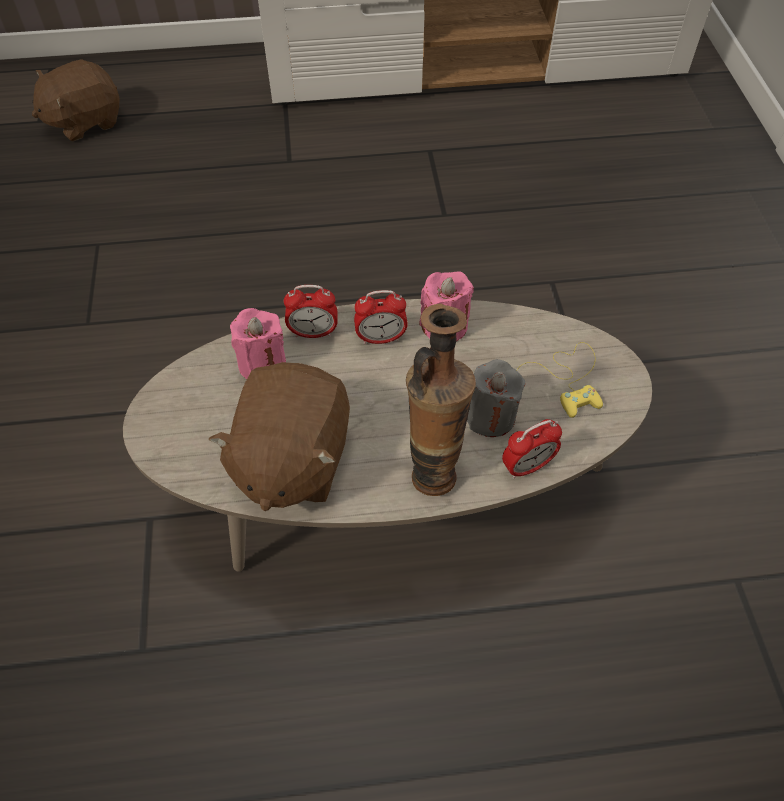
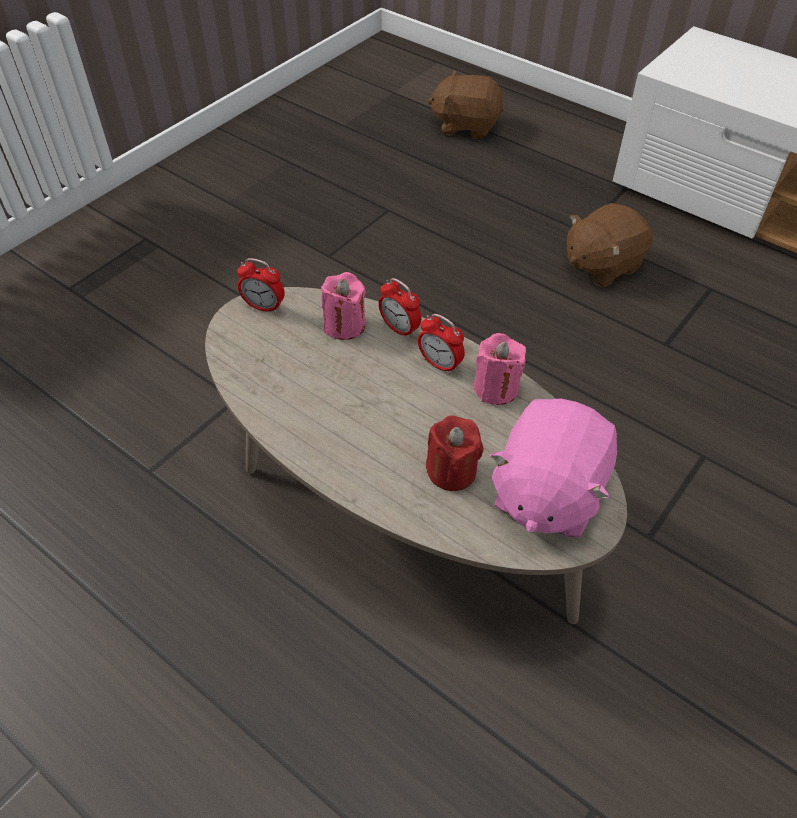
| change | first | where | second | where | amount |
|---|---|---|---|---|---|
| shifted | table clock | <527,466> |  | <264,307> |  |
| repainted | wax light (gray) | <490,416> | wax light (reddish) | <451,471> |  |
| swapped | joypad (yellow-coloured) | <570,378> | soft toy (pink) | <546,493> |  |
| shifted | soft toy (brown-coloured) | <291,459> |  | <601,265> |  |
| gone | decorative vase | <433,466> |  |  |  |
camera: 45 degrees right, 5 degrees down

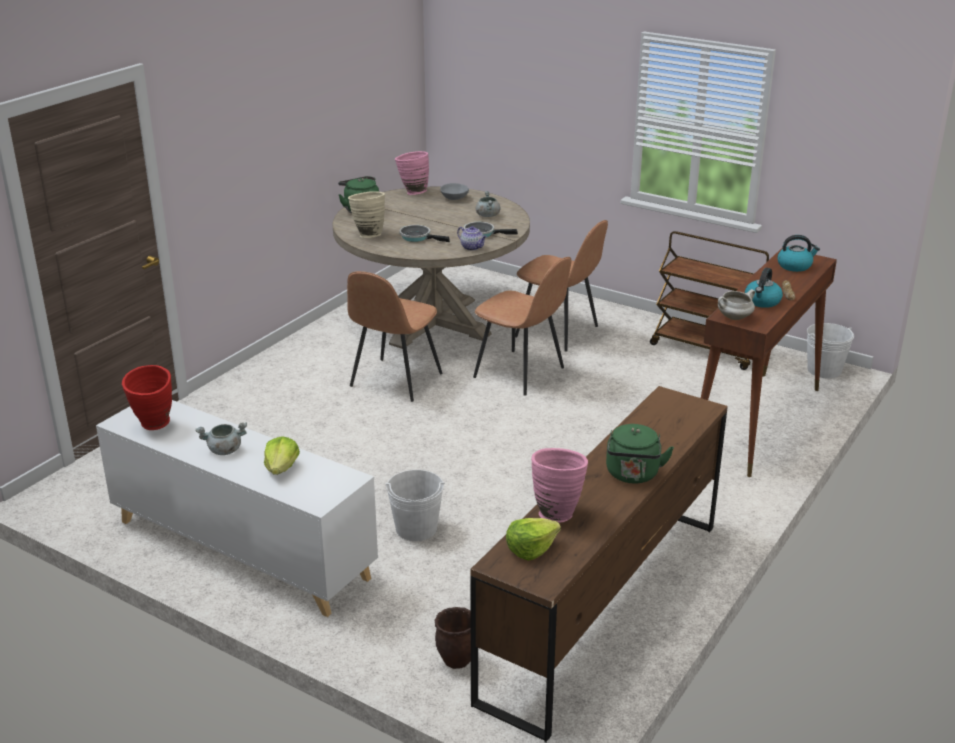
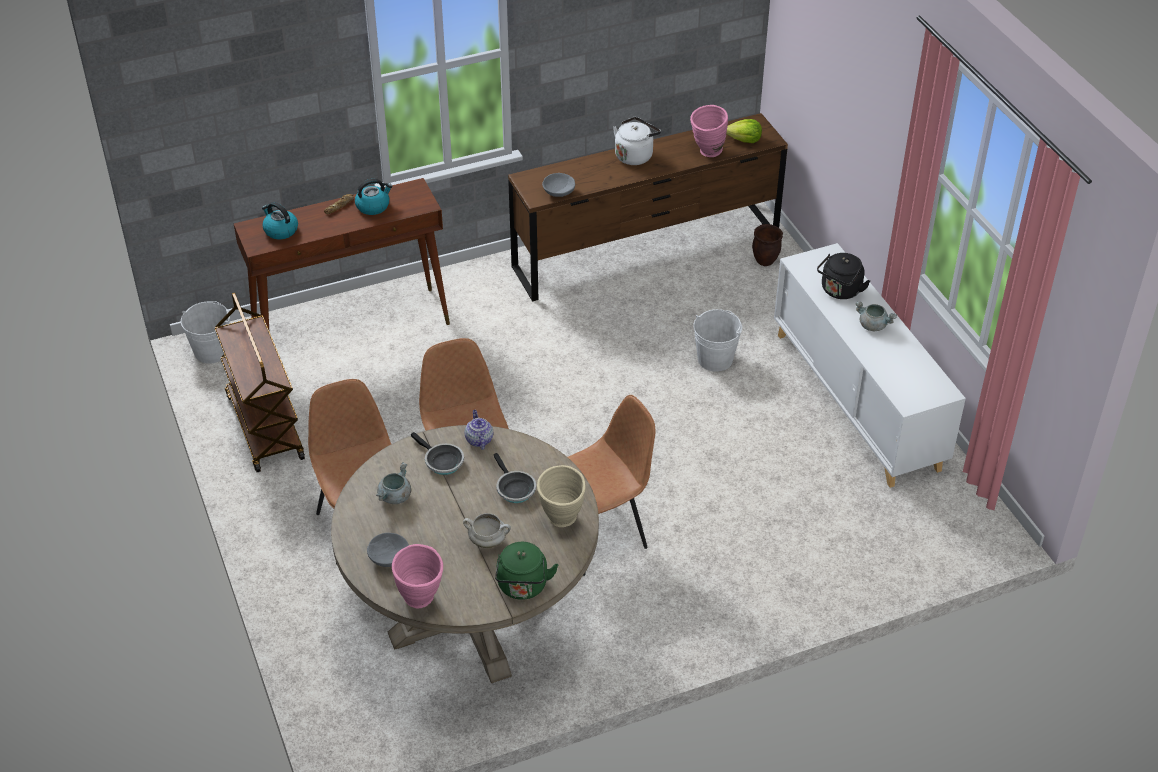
| change | first | where | second | where | amount |
|---|---|---|---|---|---|
| shifted | stockpot (white-coloured) | <734,318> |  | <488,541> |  |
| new |  |  | serving bowl (gray) | <559,192> |  |
| repainted | kettle (greenish) | <633,475> | kettle (white-coloured) | <635,155> |  |
| swapped | head of lettuce | <281,468> | kettle (blackish) | <840,291> |  |
| gone | decorative vase (reddish) | <154,426> |  |  |  |
camera: 145 degrees left, 15 degrees up

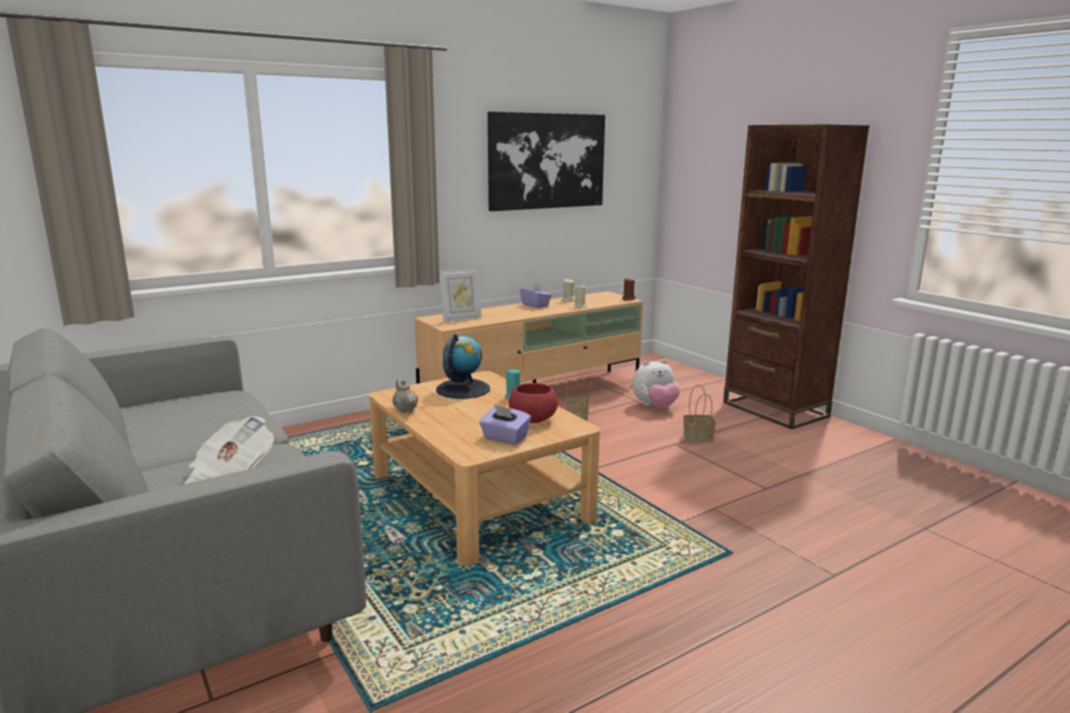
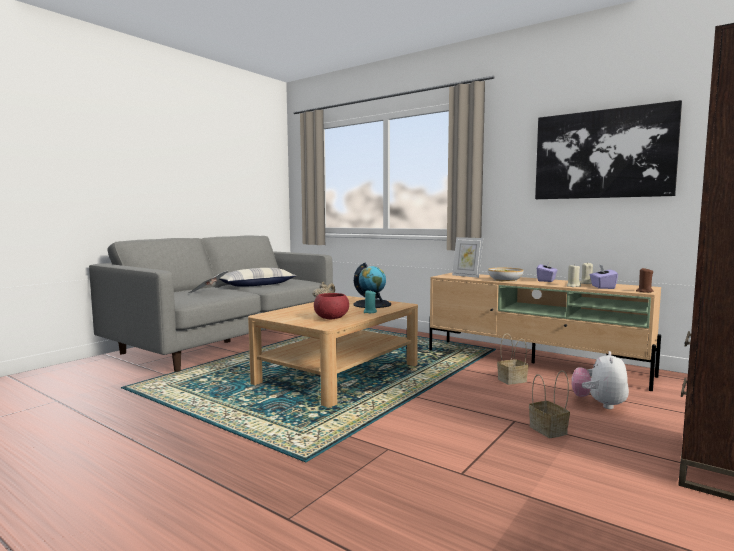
| change | first | where | second | where | amount |
|---|---|---|---|---|---|
| new |  |  | pillow | <257,285> |  |
| new |  |  | serving bowl | <505,280> |  |
| rotated | soft toy | <655,406> |  | <599,404> | 60 degrees clockwise |
| shifted | tissue holder (purplish) | <504,438> |  | <602,287> |  |
camera: 70 degrees right, 10 degrees down

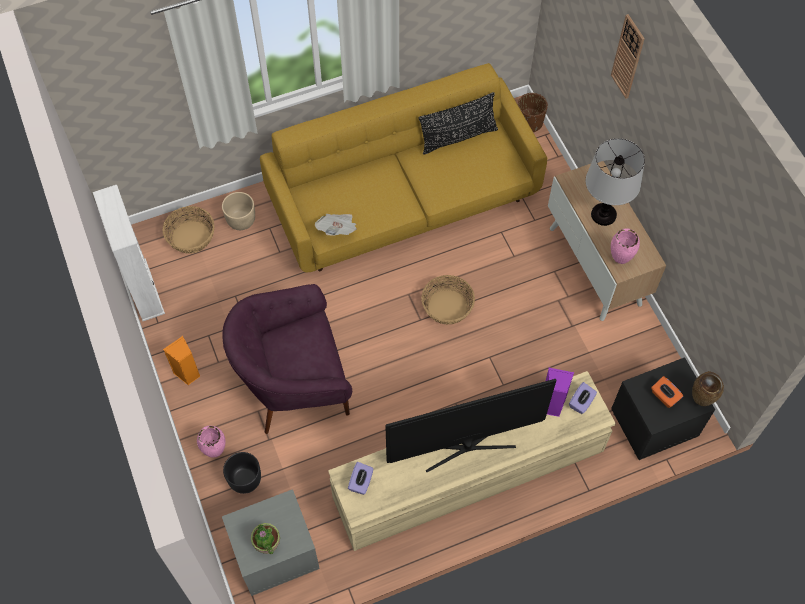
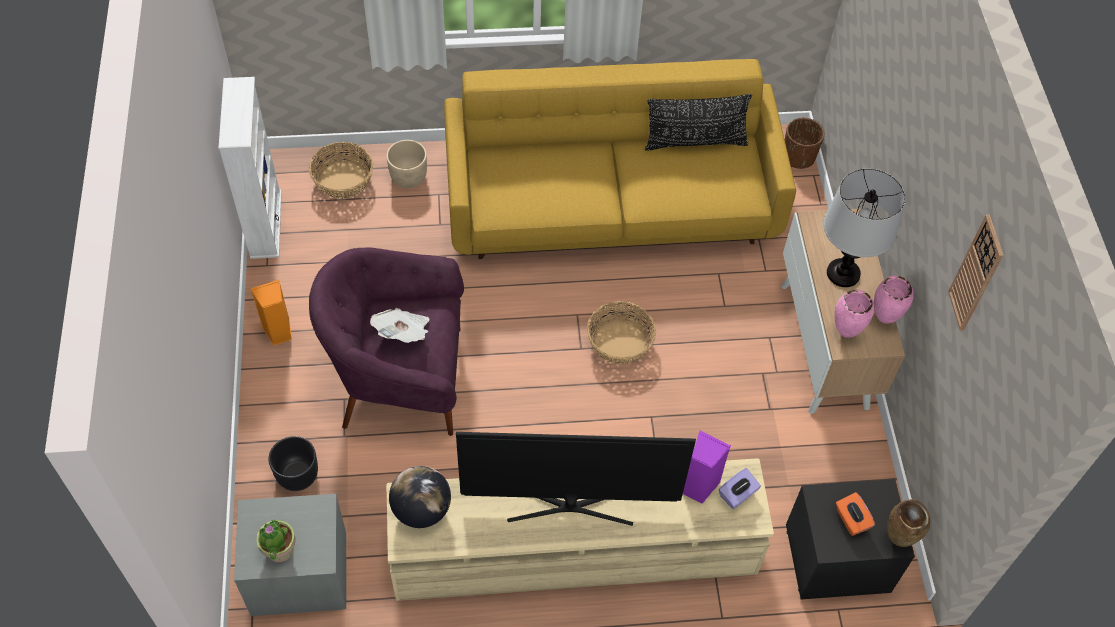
| change | first | where | second | where | amount |
|---|---|---|---|---|---|
| shifted | newspaper | <337,230> |  | <403,333> |  |
| swapped | tissue holder (purplish) | <361,482> | globe | <421,509> |  |
| shifted | decorative vase (pink) | <215,452> |  | <883,319> |  |
| shifted | wall clock | <628,57> |  | <976,274> |  |
camera: 15 degrees right, 5 degrees down

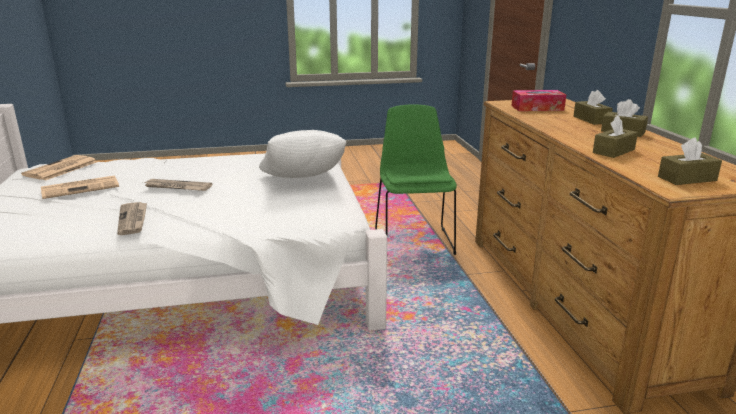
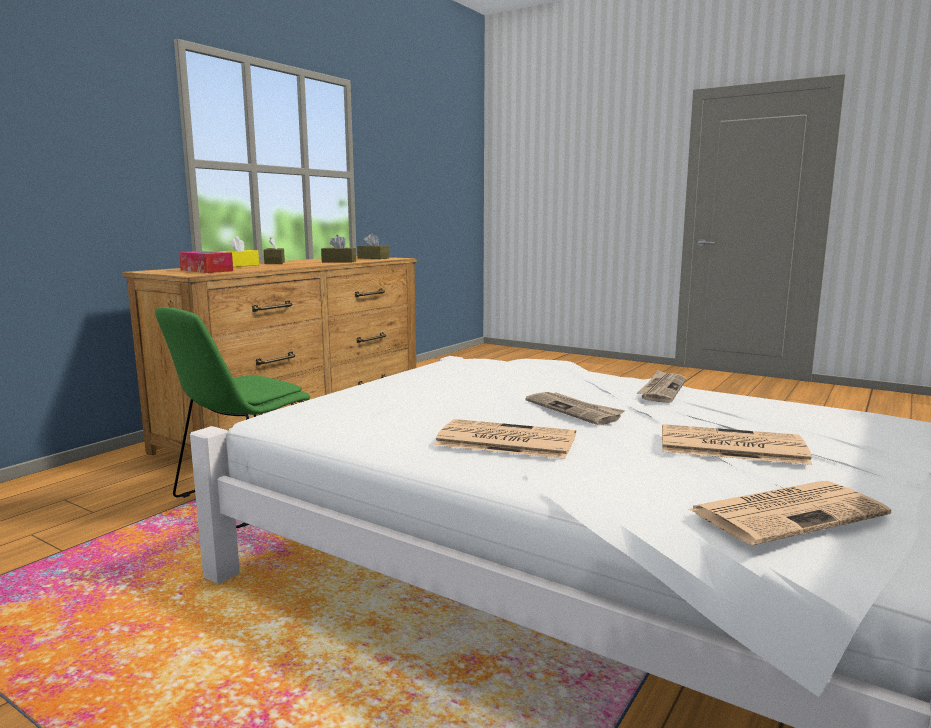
| change | first | where | second | where | amount |
|---|---|---|---|---|---|
| repainted | tissue holder (brown-coloured) | <591,120> | tissue holder (yellow-coloured) | <240,265> |  |
| new |  |  | newspaper | <503,440> |  |
| gone | pillow (white-coloured) | <303,181> |  |  |  |
camera: 135 degrees left, 10 degrees down

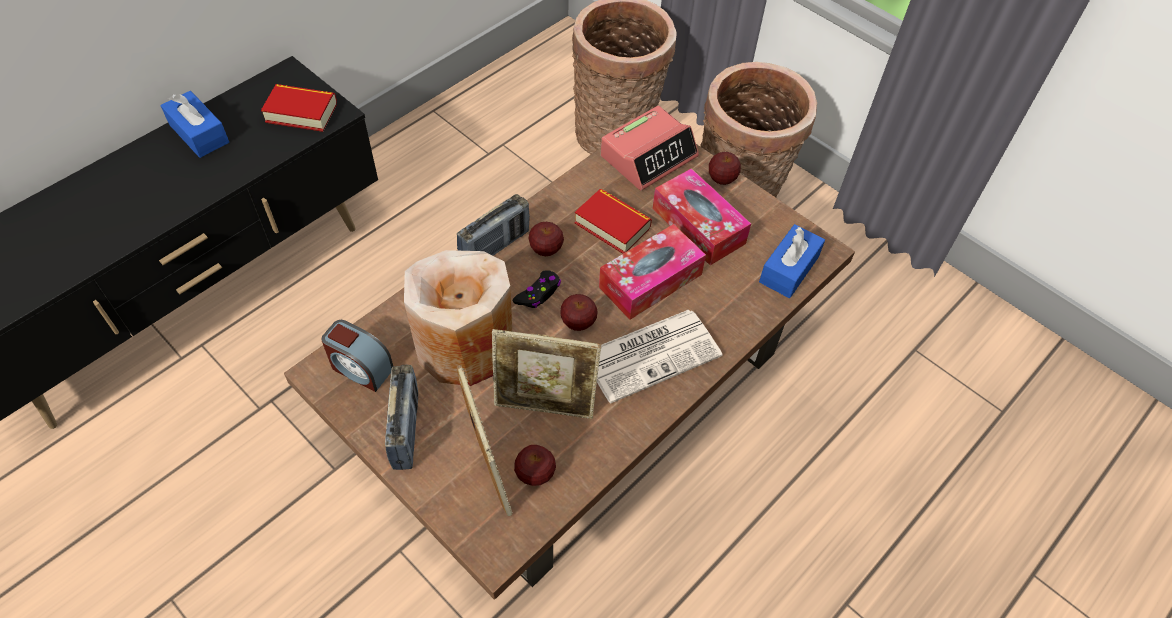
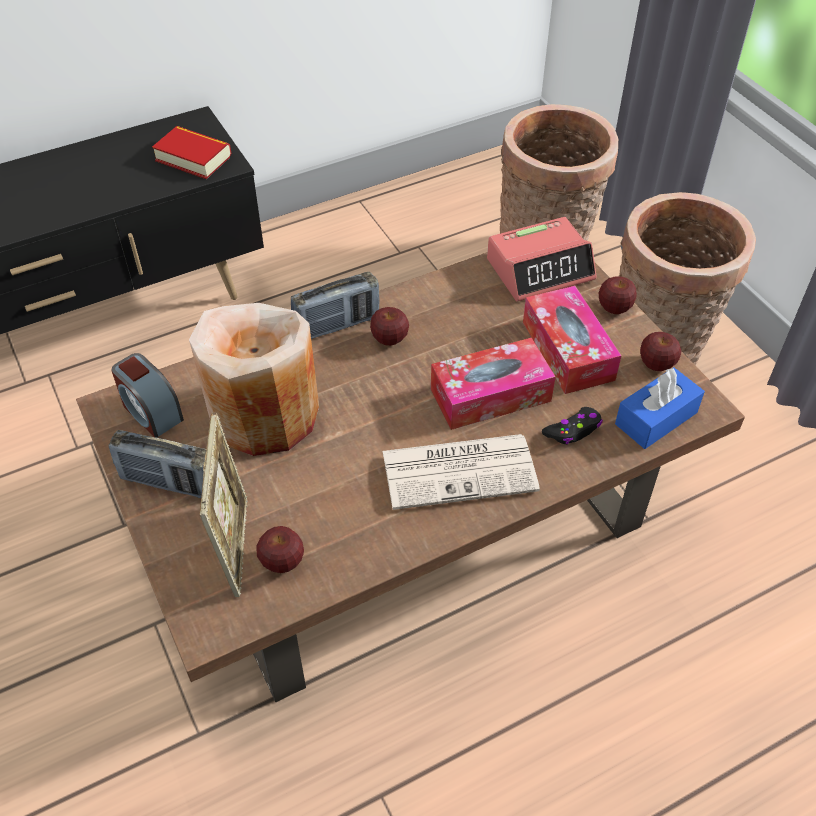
| change | first | where | second | where | amount |
|---|---|---|---|---|---|
| rotated | radio | <406,430> |  | <169,483> | 90 degrees clockwise |
| shifted | joypad (blackish) | <538,293> |  | <573,430> |  |
| shifted | apple fruit | <578,322> |  | <656,364> |  |
| gone | tissue holder (blue-coloured) | <199,134> |  |  |  |
| gone | standing frame | <545,407> |  |  |  |
| gone | bound book | <612,225> |  |  |  |
camera: 20 degrees right, 5 degrees down

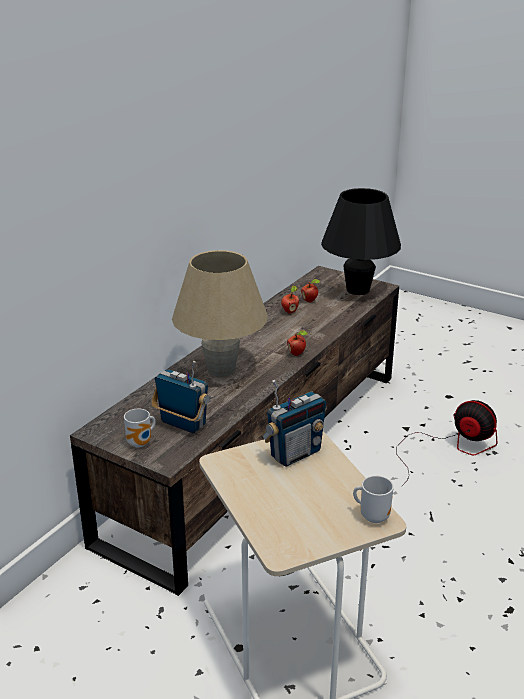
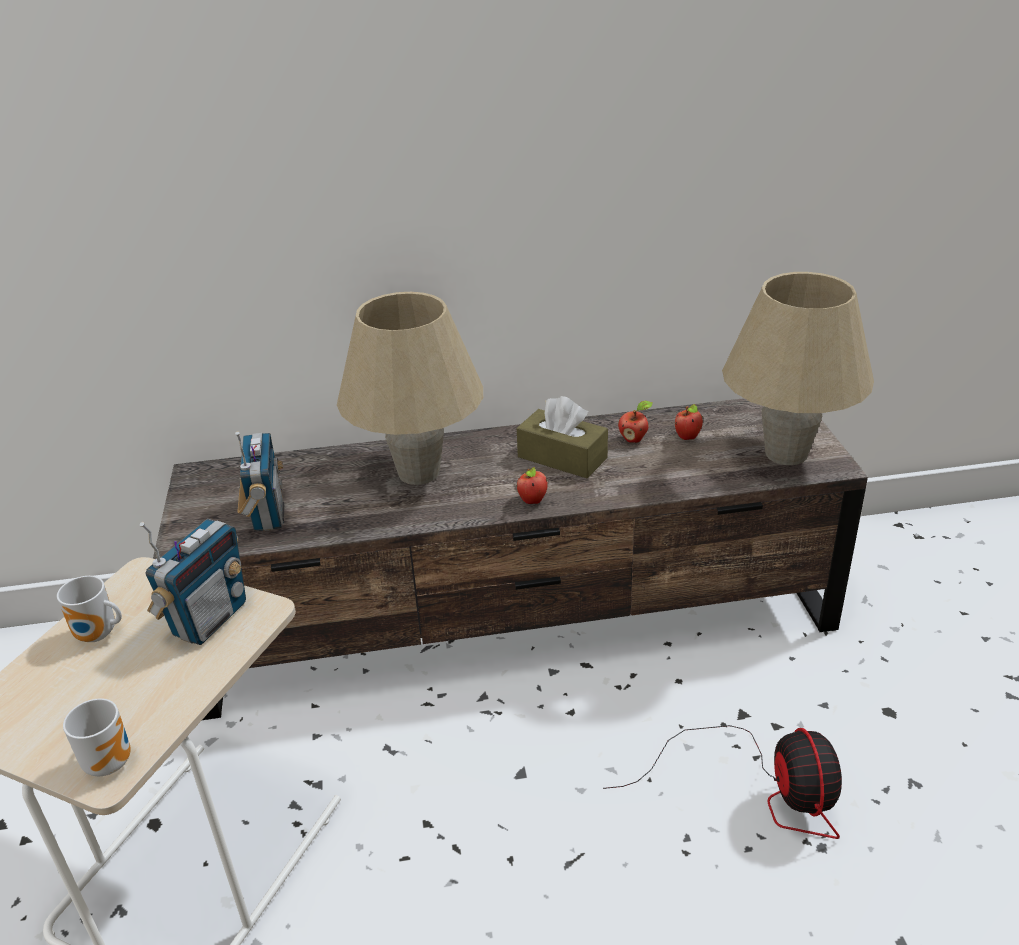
| change | first | where | second | where | amount |
|---|---|---|---|---|---|
| shifted | tea mug | <141,443> |  | <98,636> |  |
| rotated | radio | <295,454> |  | <209,619> | 75 degrees counterclockwise |
| new |  |  | tissue holder (brown-coloured) | <562,457> |  |
| repainted | table lamp (blackish) | <358,290> | table lamp (sand-coloured) | <786,453> |  |
camera: 50 degrees right, 5 degrees up

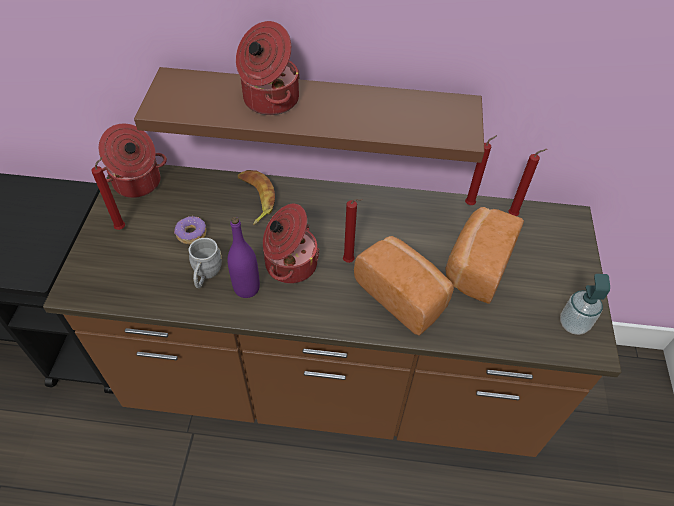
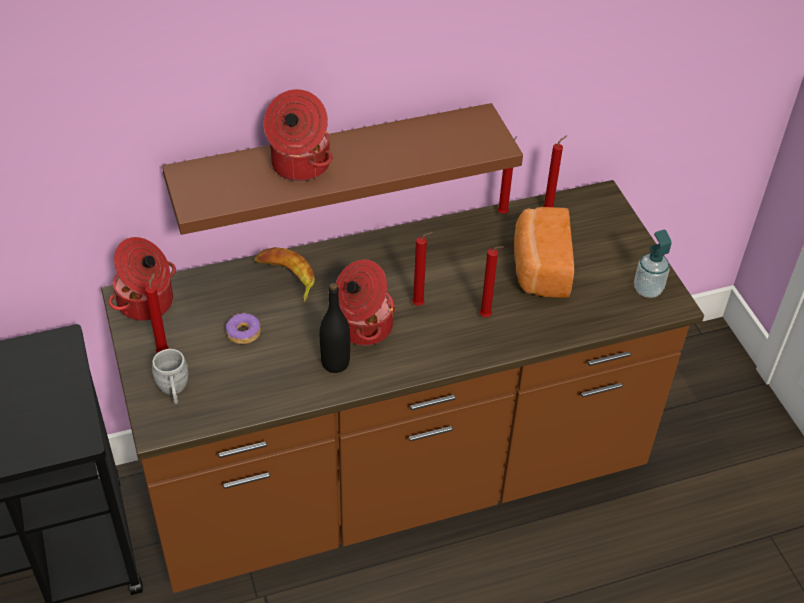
| change | first | where | second | where | amount |
|---|---|---|---|---|---|
| shifted | tea mug (gray) | <206,275> |  | <174,391> |  |
| repainted | beverage bottle (purplish) | <246,288> | beverage bottle (blackish) | <335,363> |  |
| swapped | bakery bread | <403,294> | wax light (reddish) | <487,317> |  |
camera: 25 degrees left, 5 degrees down

